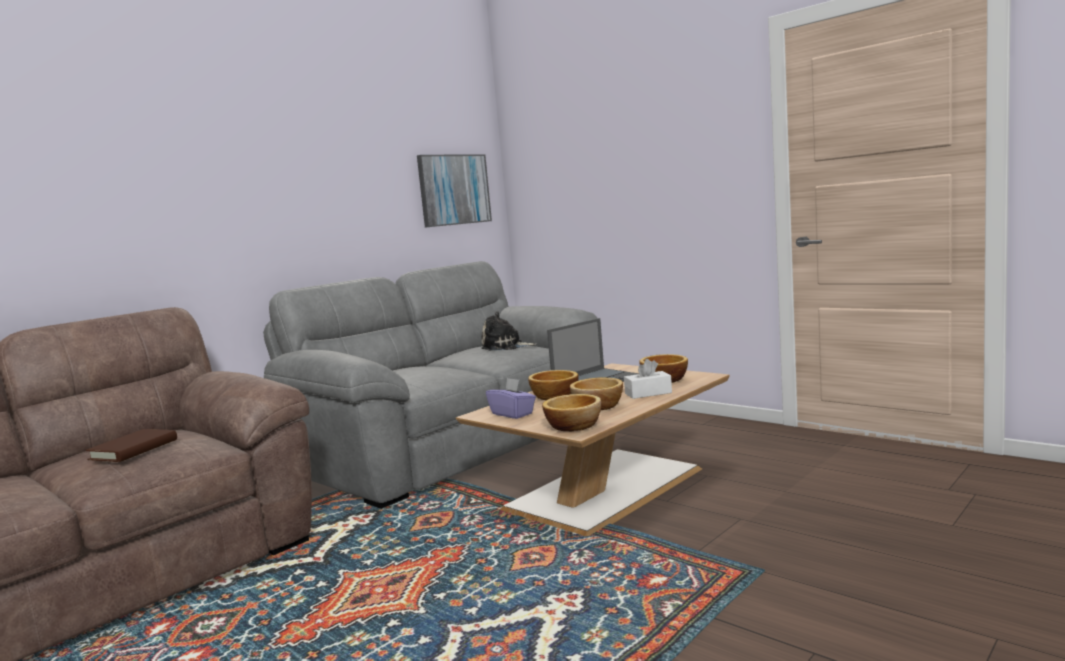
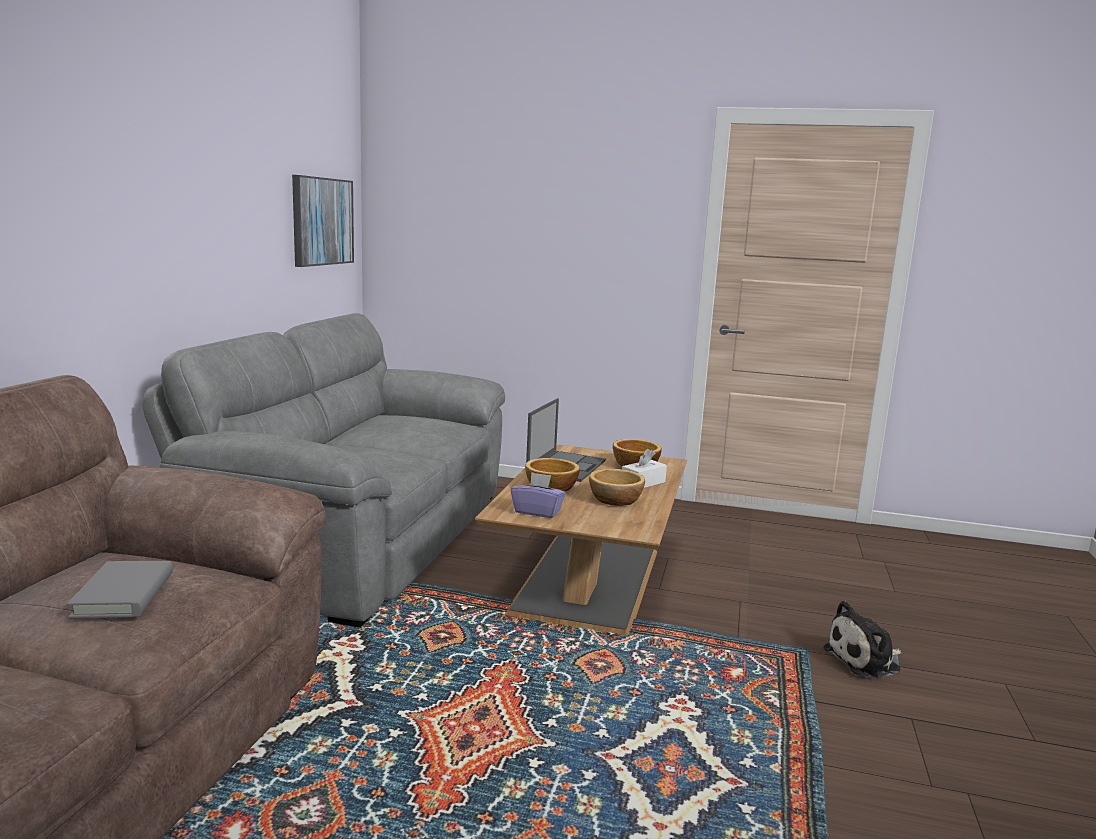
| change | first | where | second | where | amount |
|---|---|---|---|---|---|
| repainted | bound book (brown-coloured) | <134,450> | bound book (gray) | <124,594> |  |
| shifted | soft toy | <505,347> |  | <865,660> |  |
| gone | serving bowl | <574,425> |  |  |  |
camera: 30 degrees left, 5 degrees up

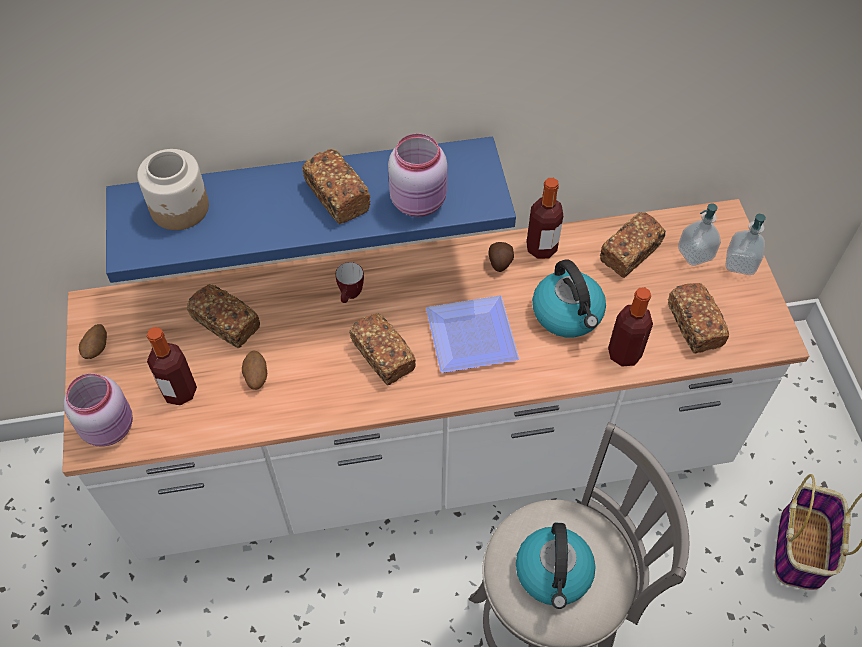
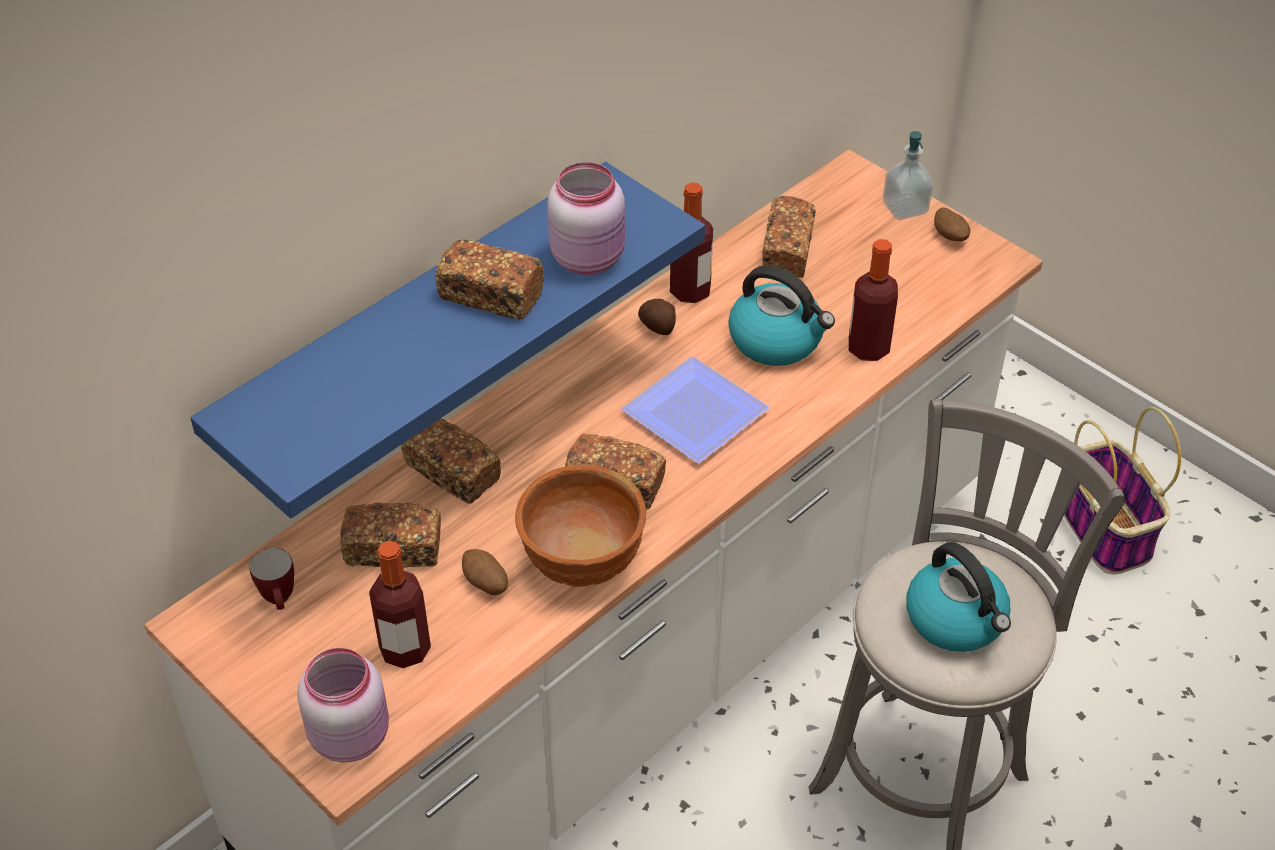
| change | first | where | second | where | amount |
|---|---|---|---|---|---|
| shifted | tea mug | <350,296> |  | <280,601> |  |
| shifted | bakery bread | <694,326> |  | <453,472> |  |
| new |  |  | serving bowl (brown-coloured) | <581,561> |  |
| shifted | potato | <97,349> |  | <950,237> |  |
| gone | storage jar | <180,208> |  |  |  |
| gone | liquid soap bottle | <695,253> |  |  |  |
camera: 35 degrees left, 10 degrees down

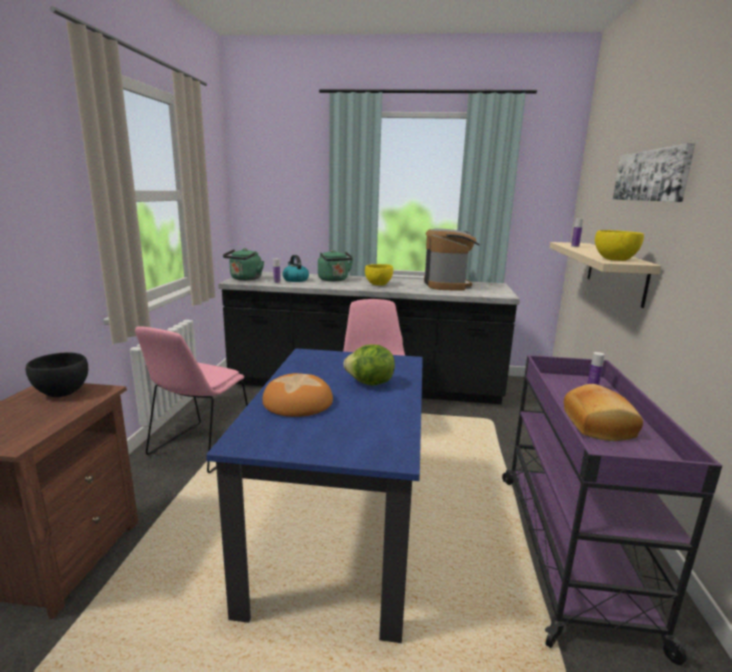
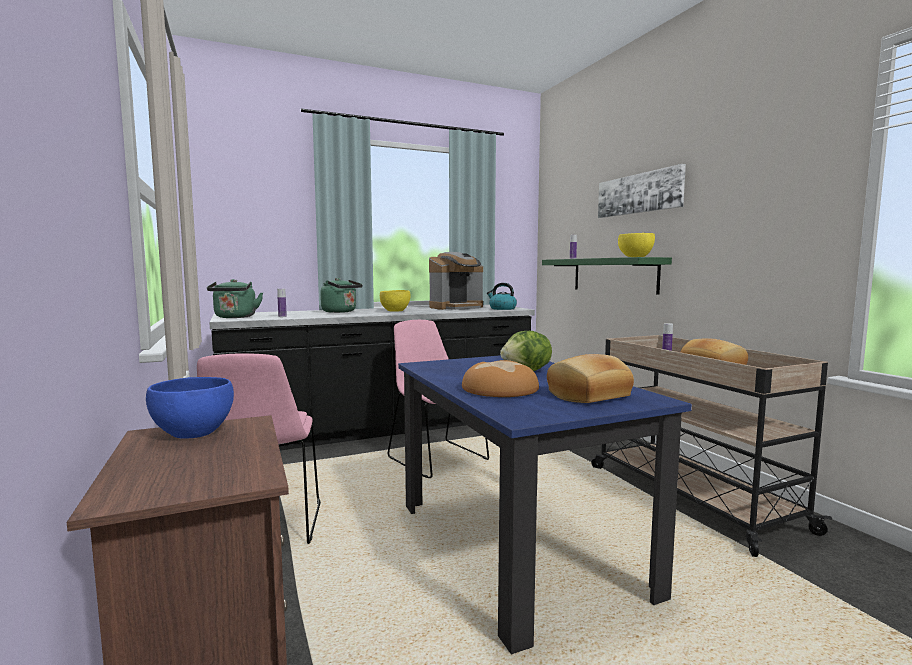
| change | first | where | second | where | amount |
|---|---|---|---|---|---|
| repainted | serving bowl (blackish) | <62,392> | serving bowl (blue-coloured) | <194,433> |  |
| rotated | coffee machine | <447,285> |  | <456,307> | 90 degrees clockwise |
| shifted | kettle | <295,280> |  | <502,309> |  |
| repainted | wall shelf (sand-coloured) | <615,272> | wall shelf (greenish) | <613,275> |  |
| new |  |  | bakery bread | <590,396> |  |
| repainted | wheeled cart (purplish) | <569,549> | wheeled cart (sand-coloured) | <689,496> |  |
camera: 30 degrees left, 10 degrees down

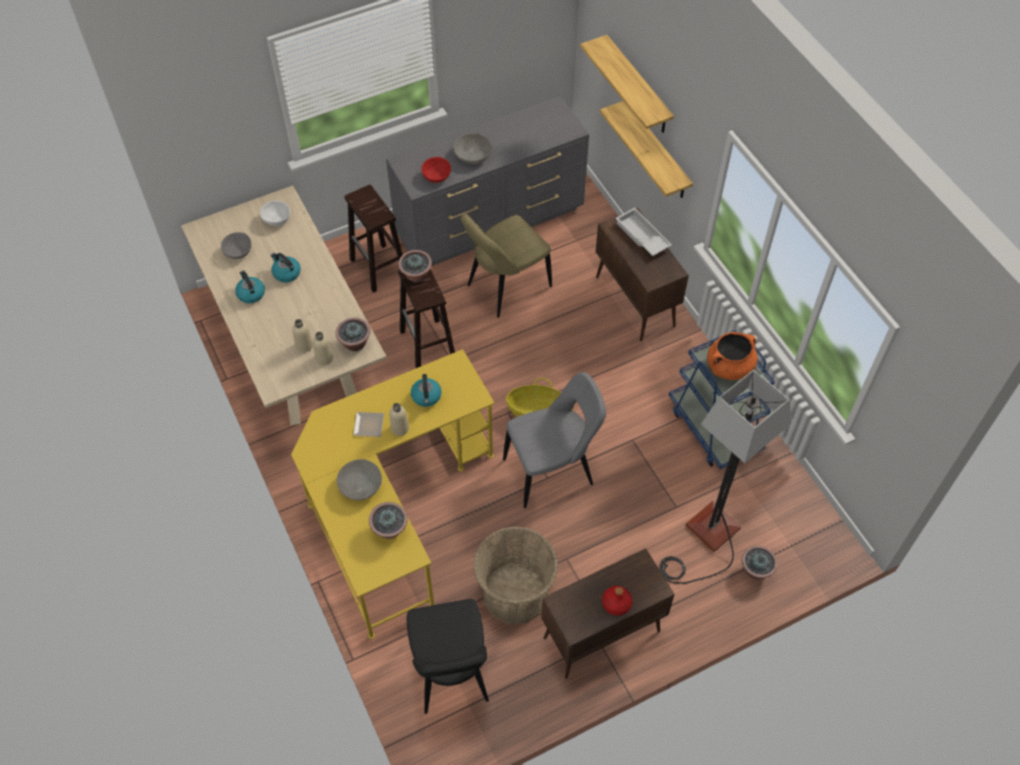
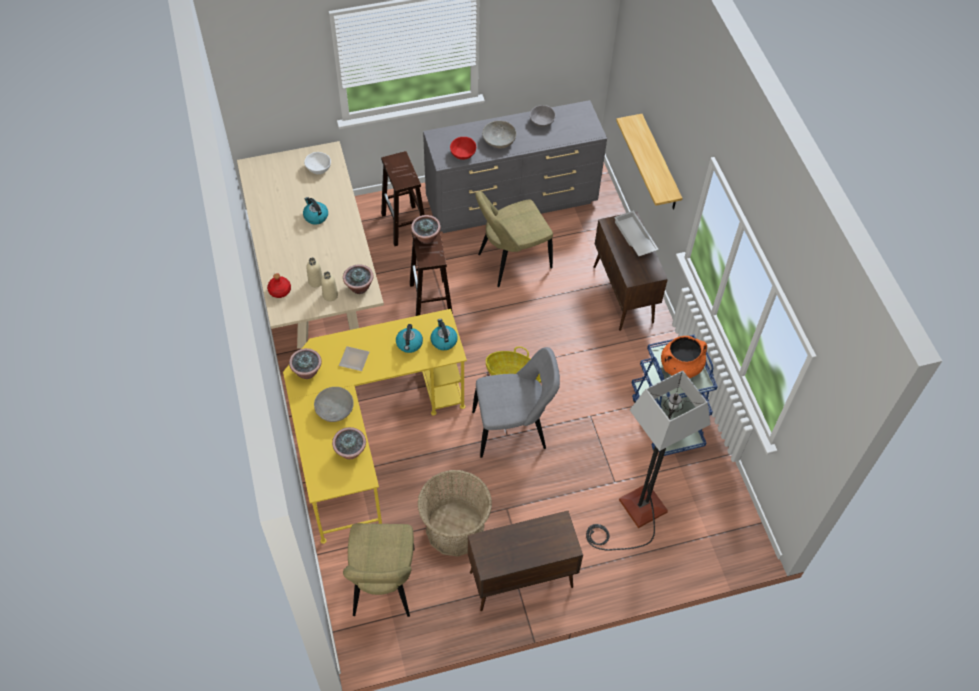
| change | first | where | second | where | amount |
|---|---|---|---|---|---|
| shifted | beverage bottle (reddish) | <617,603> |  | <280,290> |  |
| shifted | houseplant | <755,570> |  | <307,371> |  |
| repainted | plain chair (blackish) | <450,673> | plain chair (sand-coloured) | <383,586> |  |
| shifted | kettle | <250,293> |  | <443,340> |  |
| shifted | serving bowl (gray) | <238,252> |  | <541,122> |  |
| gone | beverage bottle (sand-coloured) | <400,428> |  |  |  |
| gone | wall shelf | <638,86> |  |  |  |
camera: 10 degrees right, 0 degrees up

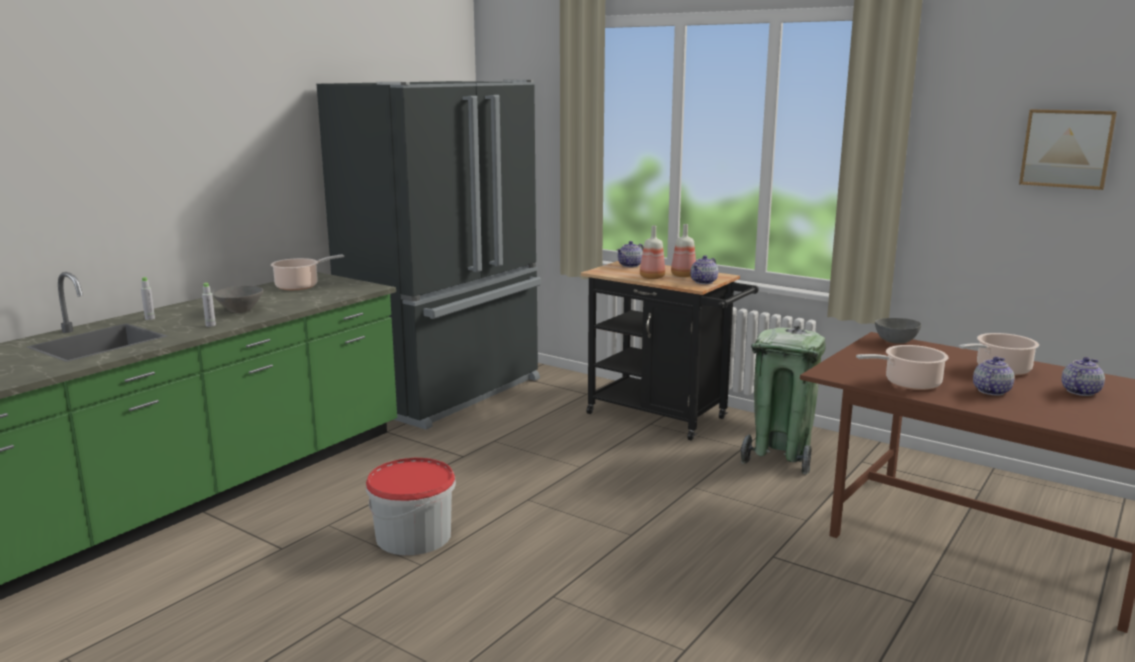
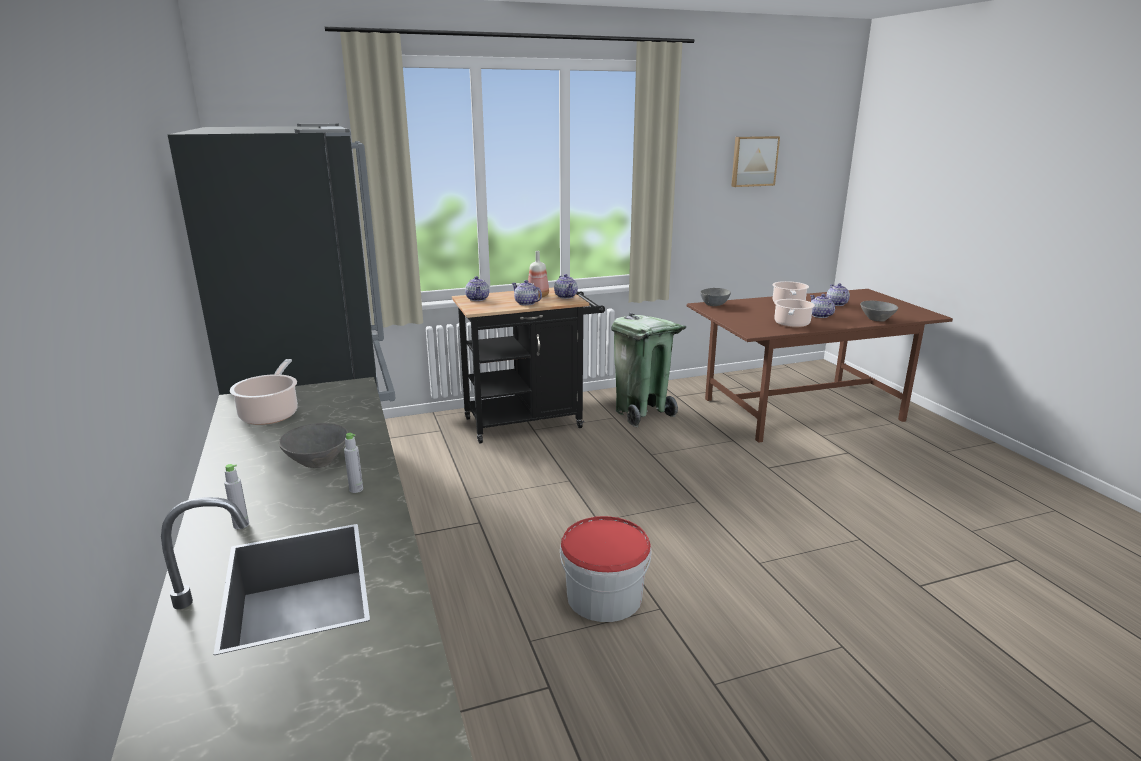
| change | first | where | second | where | amount |
|---|---|---|---|---|---|
| swapped | beverage bottle | <651,277> | tea pot | <526,303> |  |
| new |  |  | serving bowl (gray) | <877,320> |  |
camera: 55 degrees left, 5 degrees up

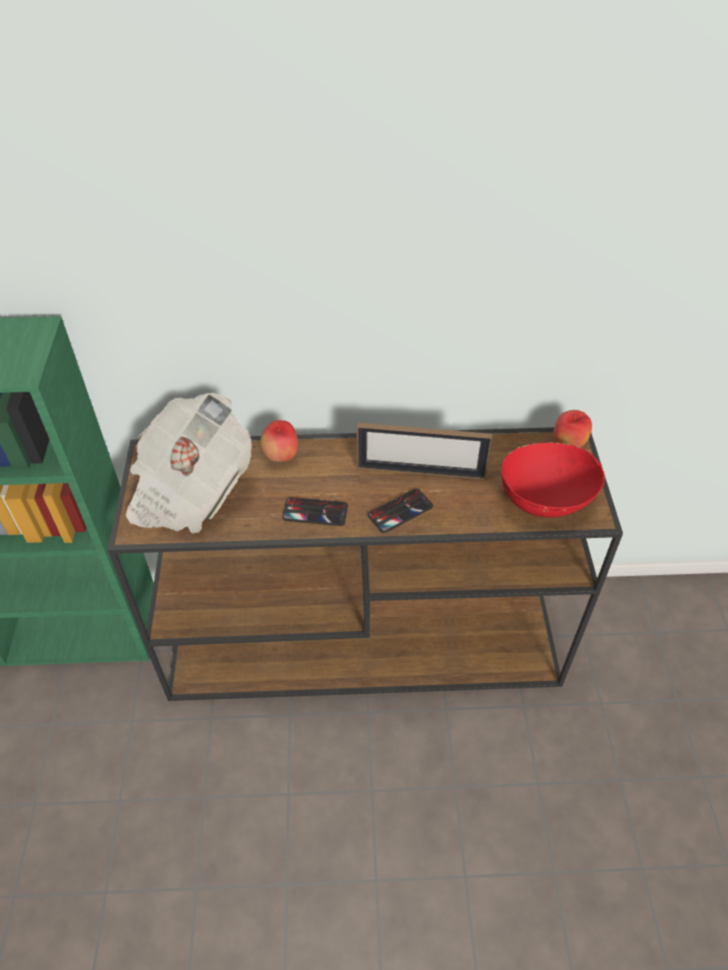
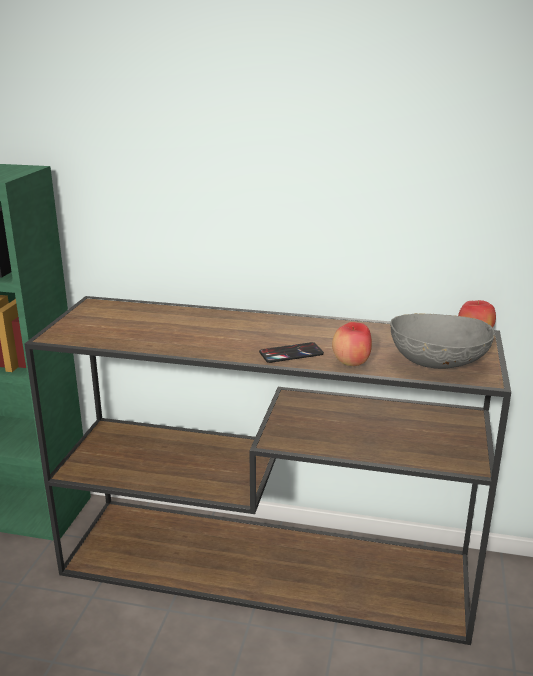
| change | first | where | second | where | amount |
|---|---|---|---|---|---|
| shifted | apple fruit | <281,456> |  | <351,364> |  |
| repainted | serving bowl (reddish) | <546,497> | serving bowl (gray) | <438,362> |  |
| gone | newspaper | <189,489> |  |  |  |
| gone | telephone | <315,512> |  |  |  |
| gone | standing frame | <420,472> |  |  |  |
camera: 15 degrees right, 25 degrees down

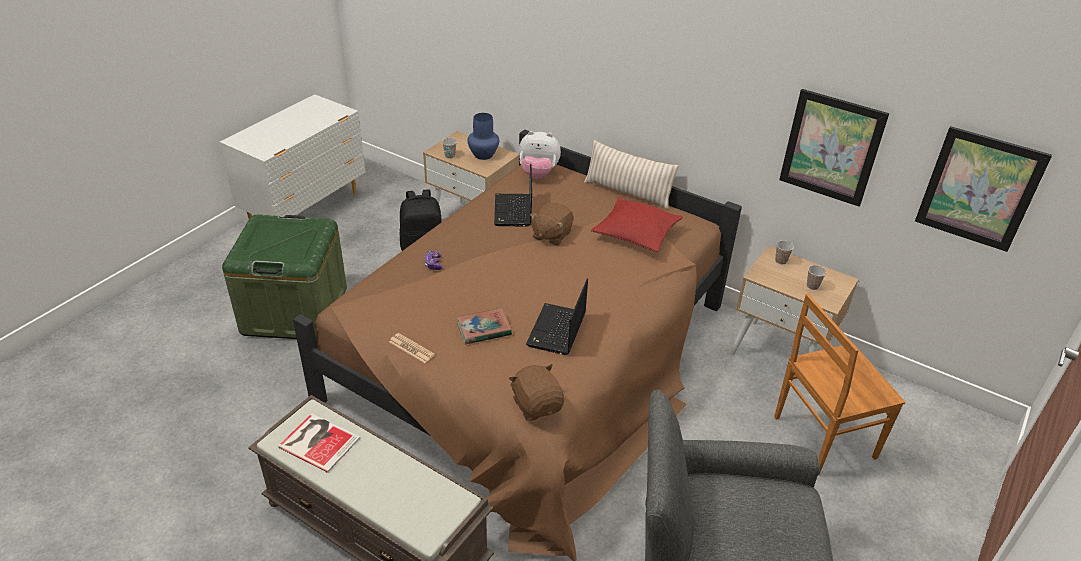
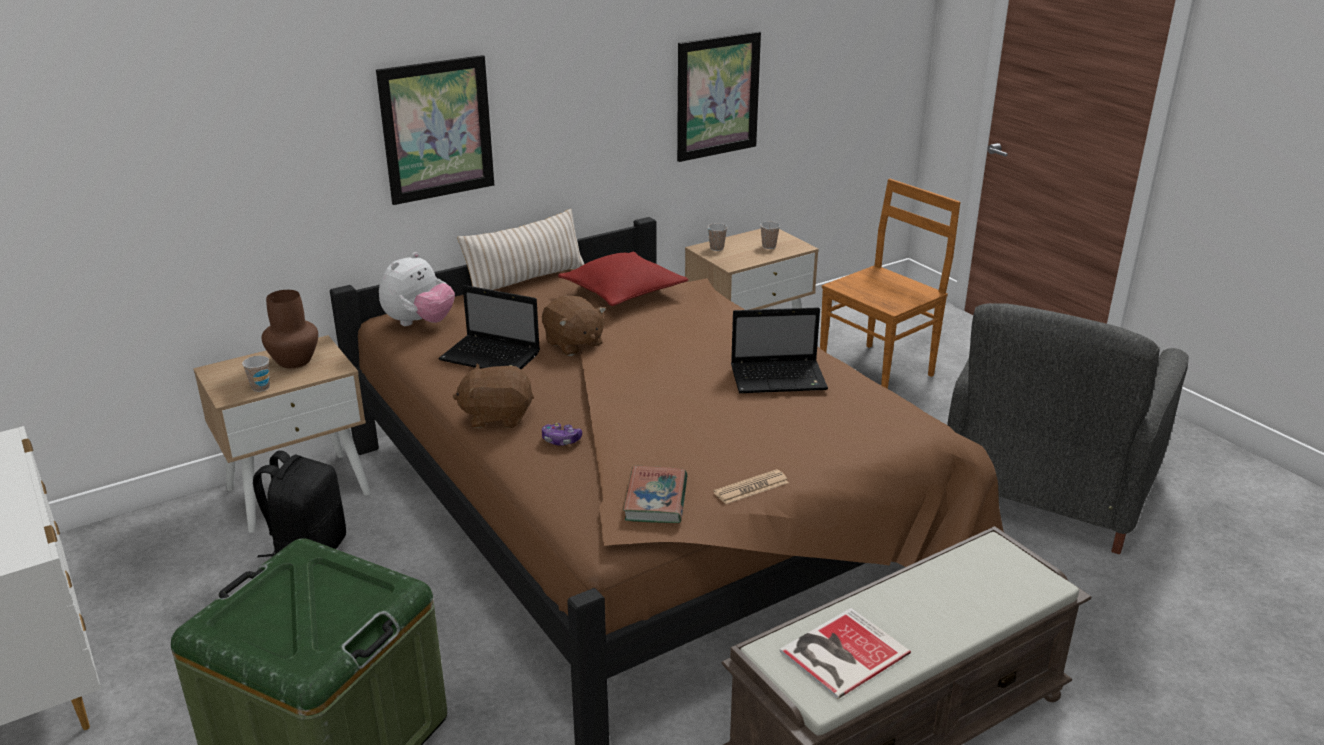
| change | first | where | second | where | amount |
|---|---|---|---|---|---|
| repainted | decorative vase (blue-coloured) | <483,154> | decorative vase (brown-coloured) | <293,361> |  |
| shifted | wall picture | <979,189> |  | <437,129> |  |
| shifted | soft toy (brown-coloured) | <537,405> |  | <497,416> |  |
| shifted | bound book | <484,329> |  | <656,499> |  |
| rotated | notebook computer | <556,331> |  | <780,378> | 45 degrees counterclockwise |
| rotated | plain chair (brown-coloured) | <821,438> |  | <878,370> | 135 degrees counterclockwise |
camera: 65 degrees left, 10 degrees down

